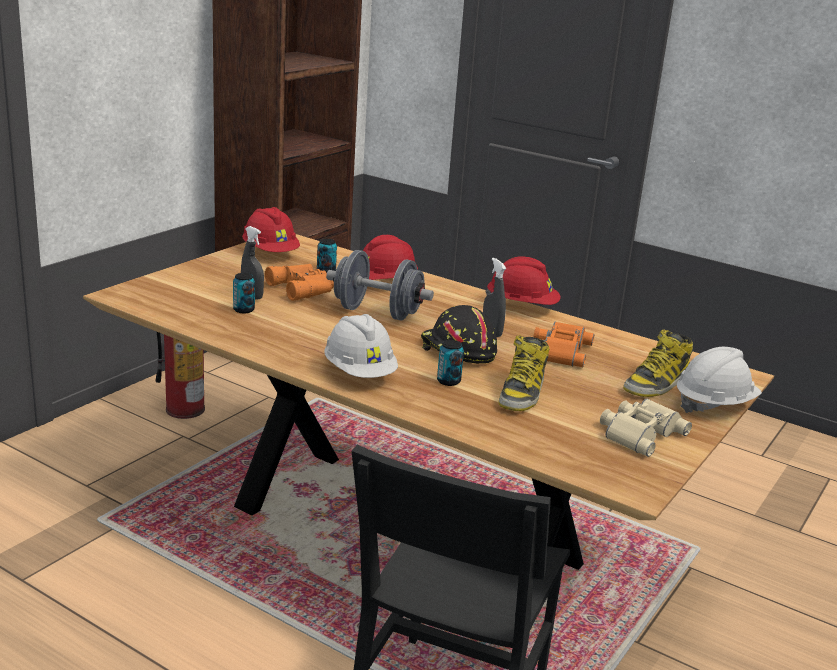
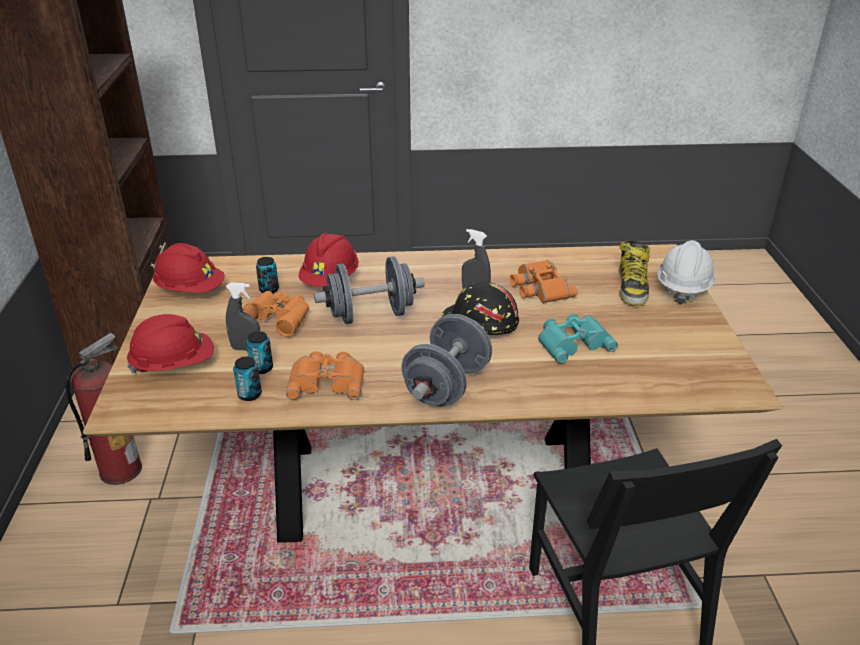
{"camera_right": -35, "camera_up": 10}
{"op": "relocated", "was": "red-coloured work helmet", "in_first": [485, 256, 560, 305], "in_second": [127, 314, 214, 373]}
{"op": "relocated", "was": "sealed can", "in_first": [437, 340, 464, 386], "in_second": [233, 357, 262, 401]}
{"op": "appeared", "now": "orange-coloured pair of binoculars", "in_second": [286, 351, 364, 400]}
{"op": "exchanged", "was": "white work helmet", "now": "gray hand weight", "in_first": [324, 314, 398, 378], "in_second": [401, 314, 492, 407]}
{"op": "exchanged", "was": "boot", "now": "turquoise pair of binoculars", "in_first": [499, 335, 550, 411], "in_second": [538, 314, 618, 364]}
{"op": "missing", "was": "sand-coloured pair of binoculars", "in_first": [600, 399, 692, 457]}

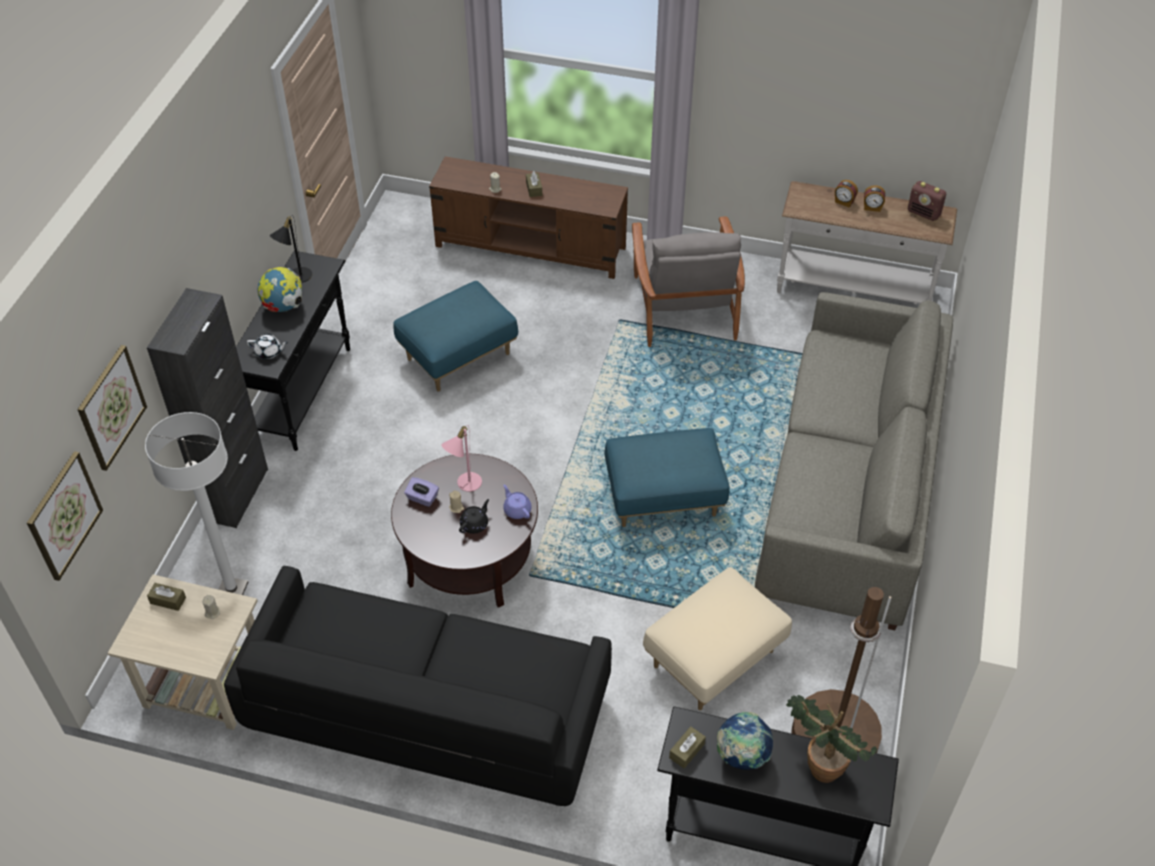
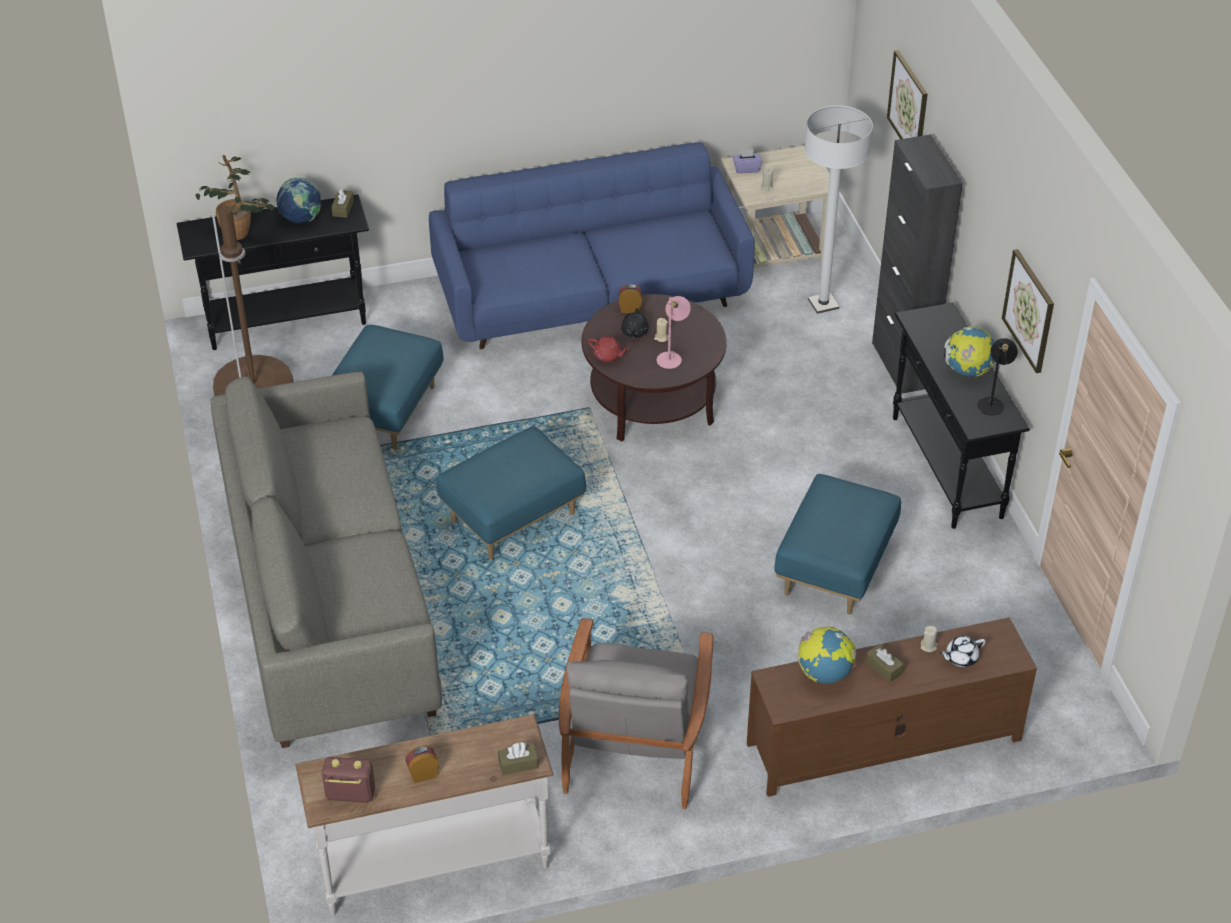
{"camera_right": 150, "camera_up": -5}
{"op": "colour", "was": "sand-coloured footrest", "now": "bluish footrest", "in_first": [643, 567, 792, 710], "in_second": [332, 325, 444, 450]}
{"op": "colour", "was": "black sofa", "now": "bluish sofa", "in_first": [224, 566, 612, 806], "in_second": [429, 142, 755, 349]}
{"op": "relocated", "was": "brown tissue holder", "in_first": [147, 583, 186, 611], "in_second": [498, 742, 539, 775]}
{"op": "spun", "was": "gray lounge chair", "in_first": [632, 217, 745, 347], "in_second": [559, 618, 713, 809], "clockwise": -135}
{"op": "colour", "was": "purple-coloured tea pot", "now": "red-coloured tea pot", "in_first": [503, 485, 532, 519], "in_second": [588, 336, 629, 362]}
{"op": "relocated", "was": "alarm clock", "in_first": [835, 180, 858, 208], "in_second": [619, 284, 642, 313]}
{"op": "relocated", "was": "purple-coloured tissue holder", "in_first": [404, 477, 439, 507], "in_second": [733, 149, 763, 174]}
{"op": "appeared", "now": "world globe", "in_second": [798, 626, 856, 684]}
{"op": "relocated", "was": "white tea pot", "in_first": [247, 334, 288, 359], "in_second": [939, 636, 985, 667]}
{"op": "relocated", "was": "wall art", "in_first": [27, 451, 103, 581], "in_second": [1002, 249, 1054, 373]}

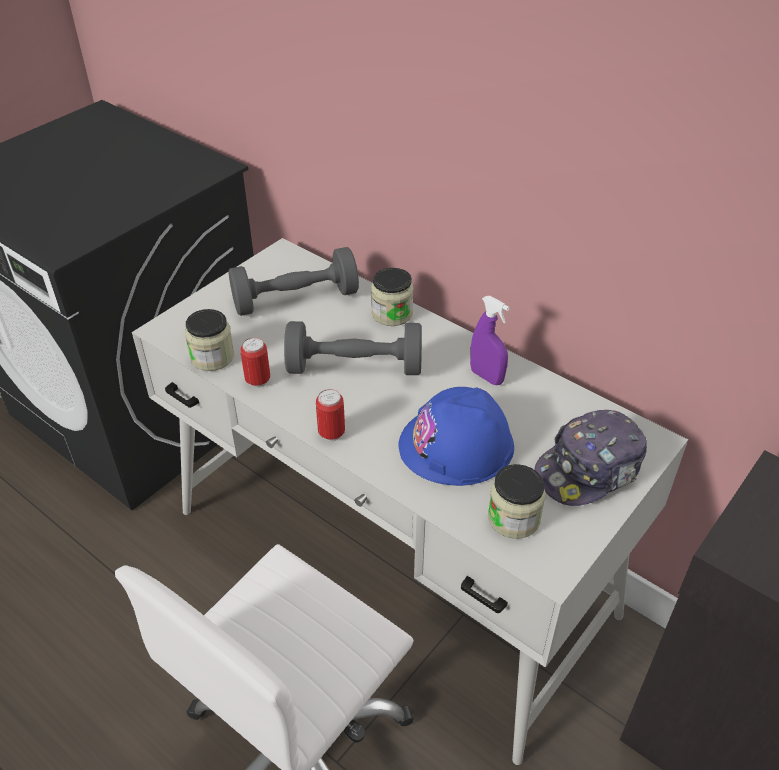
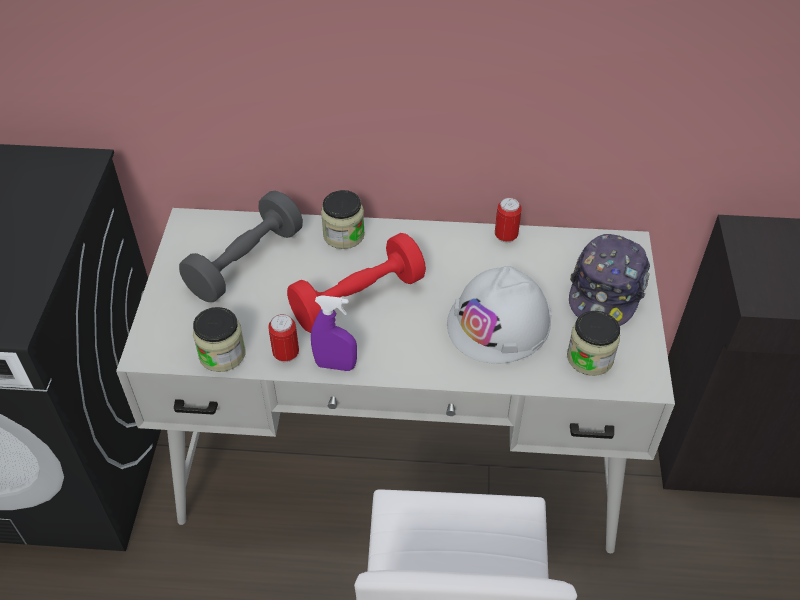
{"camera_right": -35, "camera_up": 5}
{"op": "colour", "was": "gray hand weight", "now": "red-coloured hand weight", "in_first": [284, 321, 422, 375], "in_second": [287, 233, 426, 333]}
{"op": "relocated", "was": "purple-coloured hand sprayer", "in_first": [470, 296, 510, 385], "in_second": [311, 295, 357, 371]}
{"op": "colour", "was": "bluish work helmet", "now": "white work helmet", "in_first": [398, 387, 514, 486], "in_second": [447, 266, 551, 364]}
{"op": "relocated", "was": "sealed can", "in_first": [316, 389, 345, 441], "in_second": [495, 197, 522, 243]}

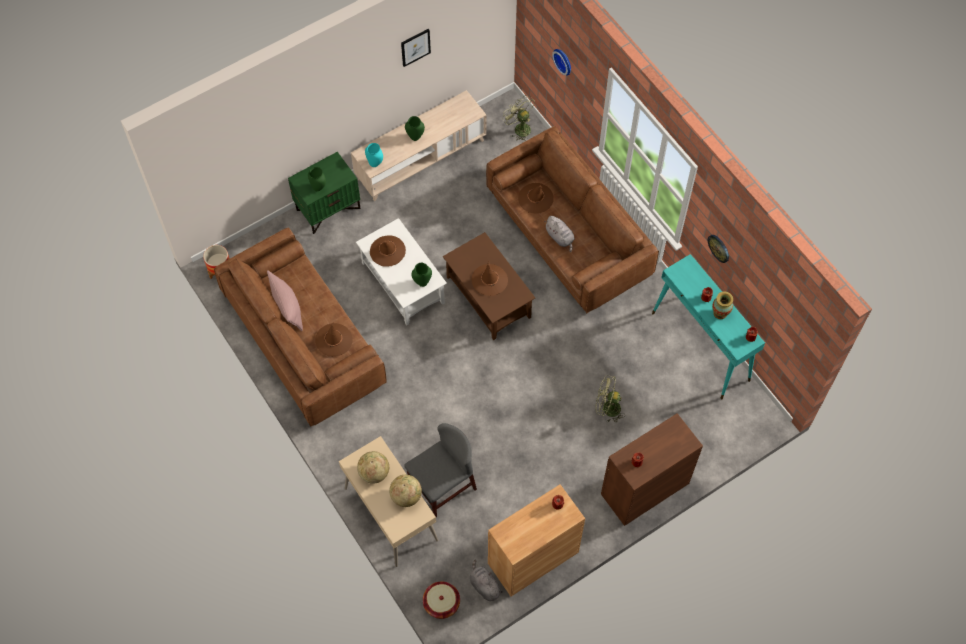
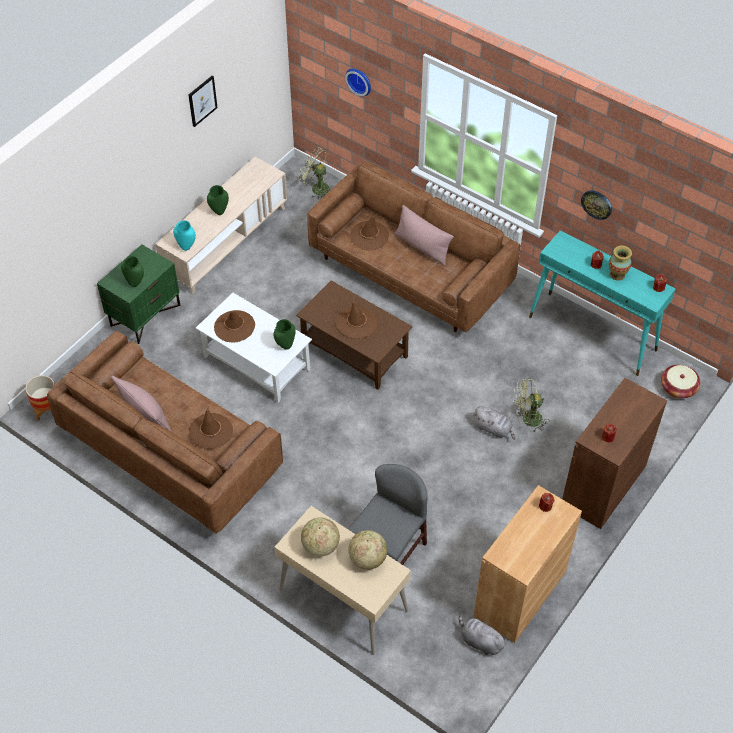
{"camera_right": -20, "camera_up": -10}
{"op": "appeared", "now": "pink-coloured cushion", "in_second": [395, 205, 454, 265]}
{"op": "relocated", "was": "gray cuddly toy", "in_first": [544, 216, 575, 252], "in_second": [473, 406, 515, 440]}
{"op": "relocated", "was": "household basket", "in_first": [423, 581, 460, 619], "in_second": [661, 365, 701, 399]}

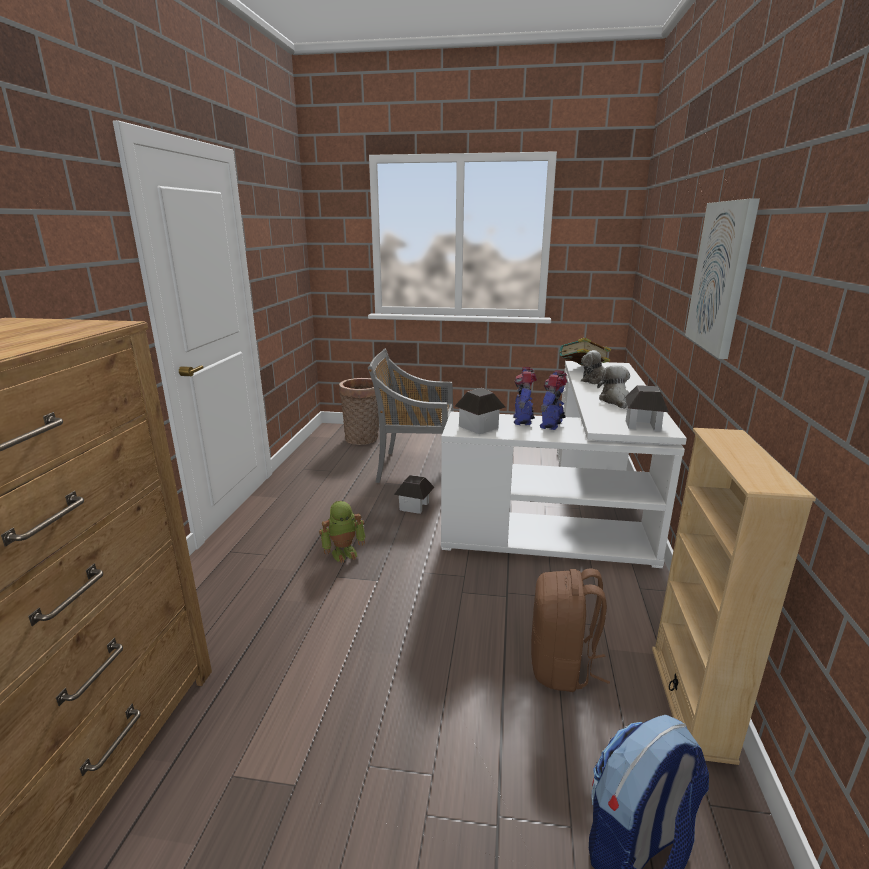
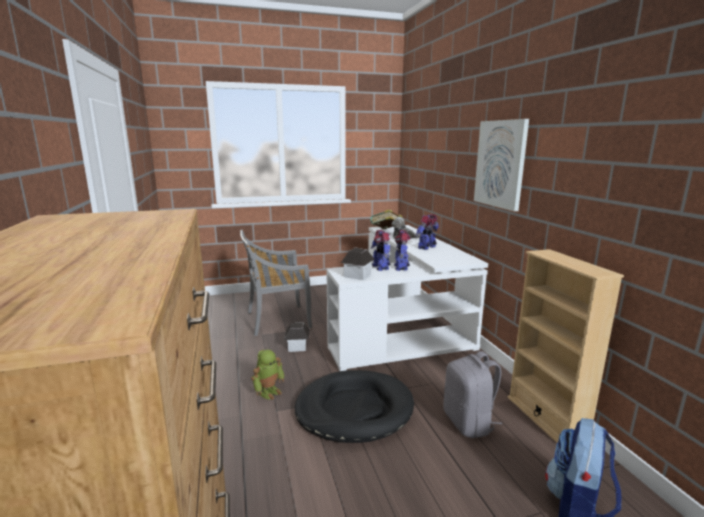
{"camera_right": -25, "camera_up": -5}
{"op": "appeared", "now": "black dog cushion", "in_second": [295, 370, 414, 443]}
{"op": "exchanged", "was": "cuddly toy", "now": "robot figure", "in_first": [597, 365, 630, 409], "in_second": [415, 214, 439, 250]}
{"op": "colour", "was": "brown backpack", "now": "gray backpack", "in_first": [531, 568, 610, 692], "in_second": [444, 351, 502, 438]}
{"op": "missing", "was": "household basket", "in_first": [339, 378, 379, 445]}
{"op": "missing", "was": "toy house", "in_first": [625, 385, 669, 431]}

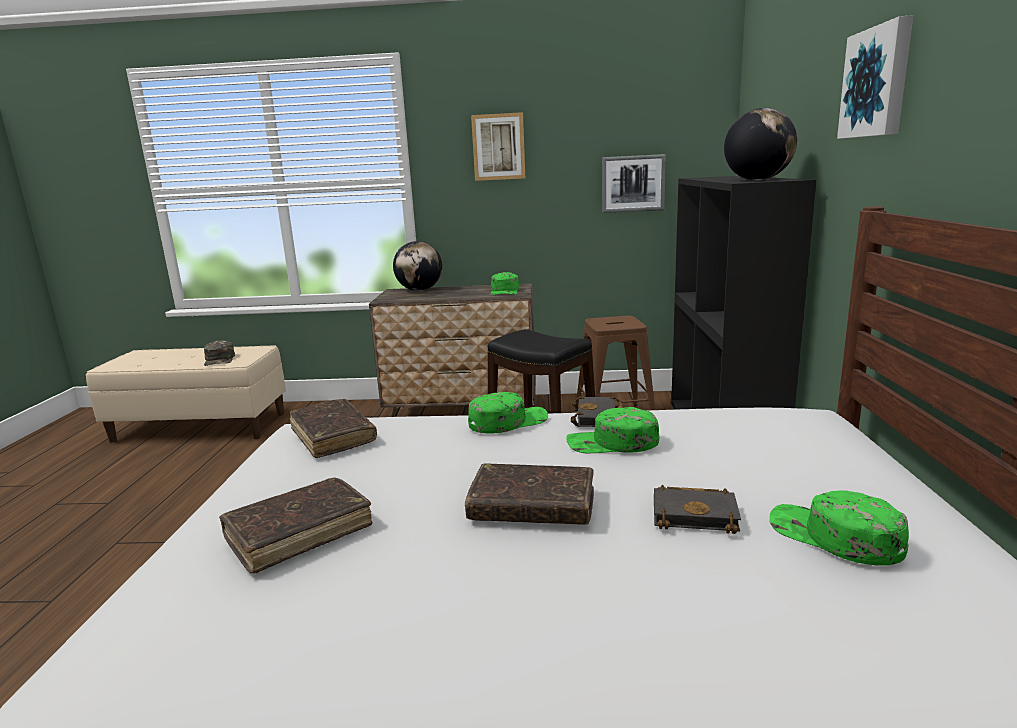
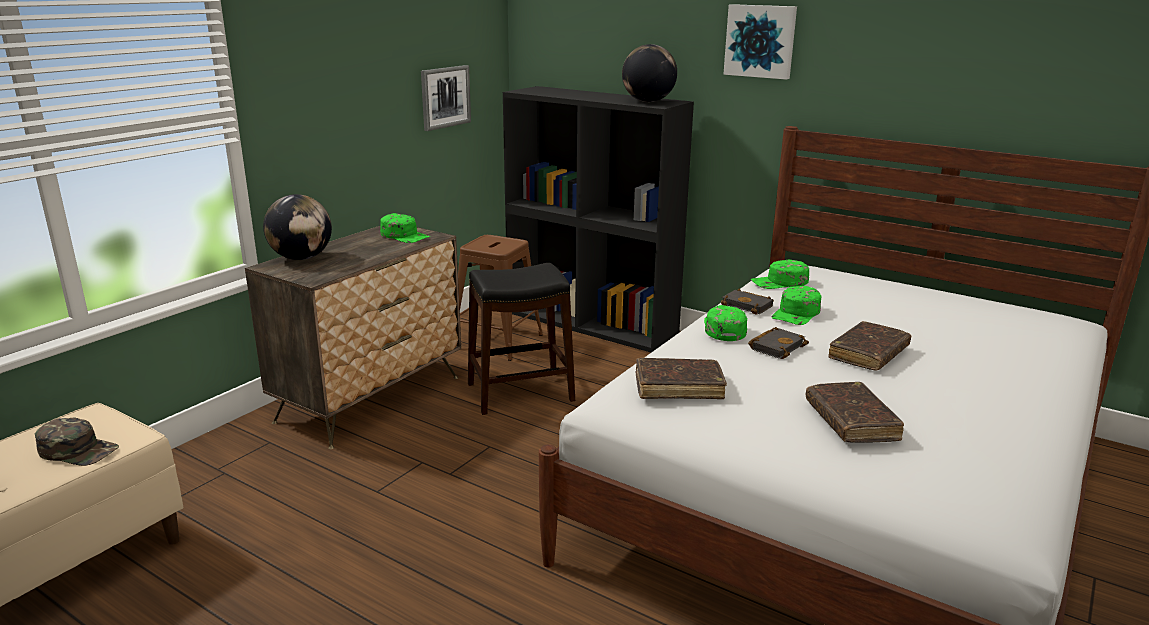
{"camera_right": -60, "camera_up": 5}
{"op": "relocated", "was": "black book", "in_first": [654, 485, 741, 534], "in_second": [748, 327, 809, 359]}
{"op": "relocated", "was": "green-coloured cap", "in_first": [770, 491, 909, 565], "in_second": [751, 260, 809, 289]}
{"op": "missing", "was": "wall art", "in_first": [471, 112, 525, 181]}

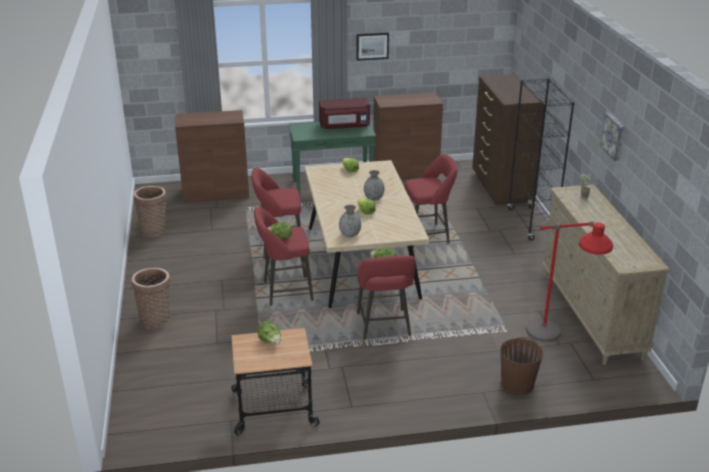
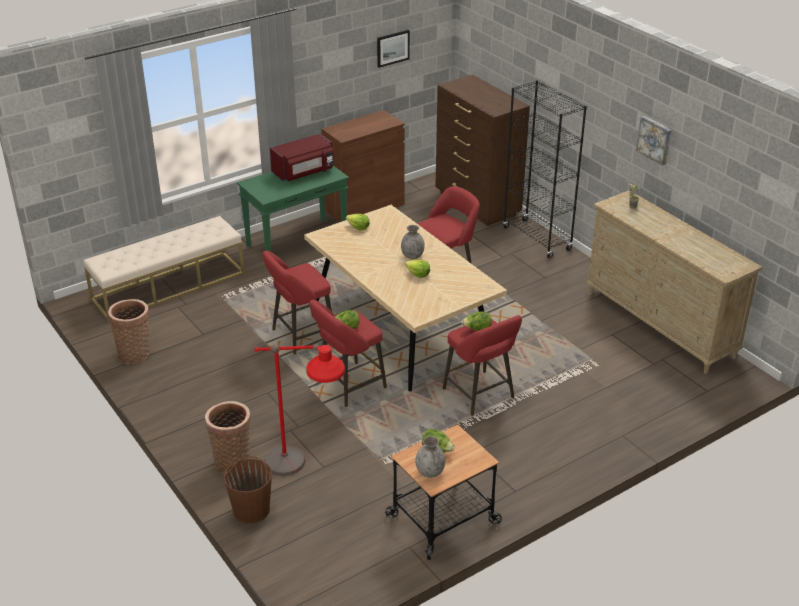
{"camera_right": -25, "camera_up": 5}
{"op": "exchanged", "was": "brown cabinet", "now": "sand-coloured bench", "in_first": [175, 110, 249, 203], "in_second": [83, 216, 245, 322]}
{"op": "relocated", "was": "brown pail", "in_first": [500, 337, 543, 395], "in_second": [224, 456, 272, 524]}
{"op": "relocated", "was": "red-coloured standard lamp", "in_first": [526, 221, 613, 342], "in_second": [254, 344, 345, 476]}
{"op": "relocated", "was": "wall art", "in_first": [357, 32, 389, 61], "in_second": [377, 30, 410, 68]}
{"op": "relocated", "was": "gray vase", "in_first": [339, 205, 361, 237], "in_second": [415, 436, 445, 478]}

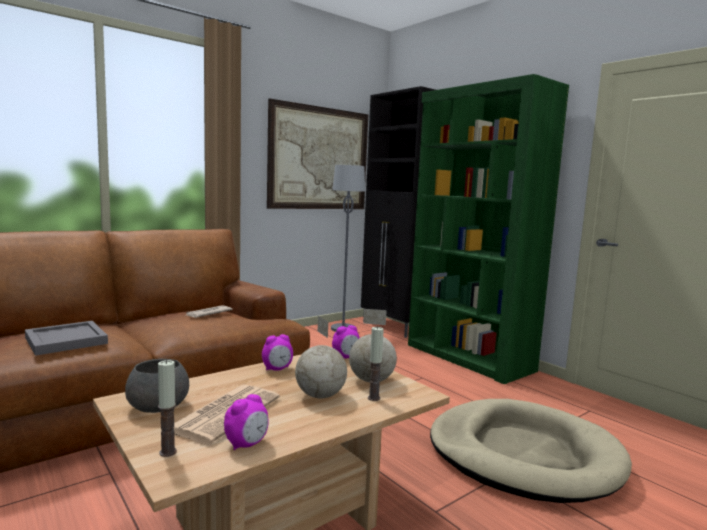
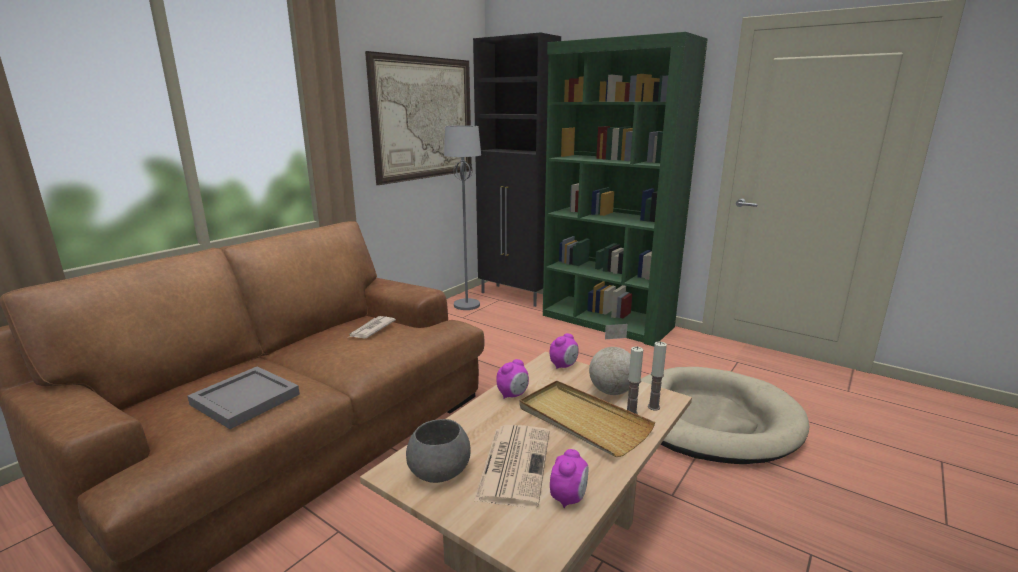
{"camera_right": -15, "camera_up": 10}
{"op": "exchanged", "was": "world globe", "now": "sand-coloured tray", "in_first": [295, 316, 347, 398], "in_second": [520, 381, 655, 457]}
{"op": "relocated", "was": "candle", "in_first": [158, 360, 177, 457], "in_second": [648, 341, 667, 411]}

